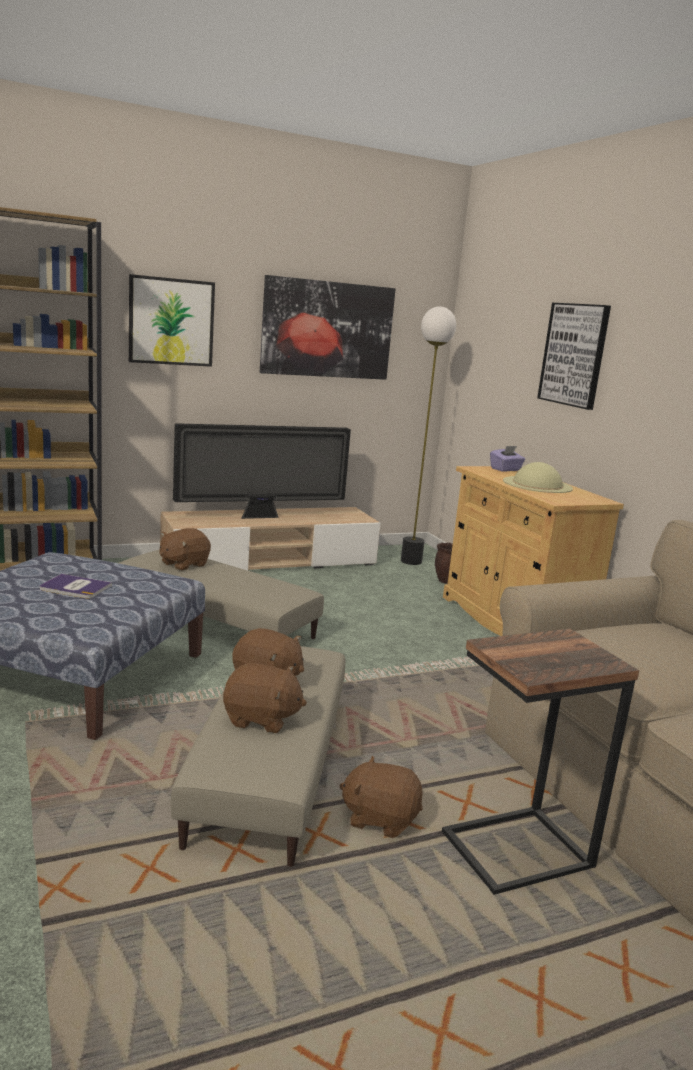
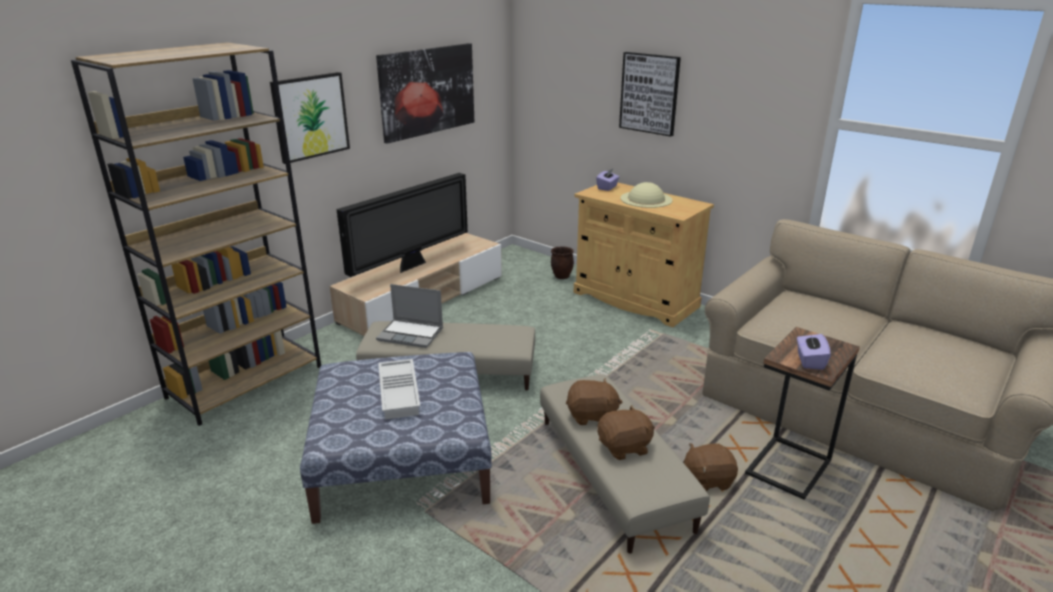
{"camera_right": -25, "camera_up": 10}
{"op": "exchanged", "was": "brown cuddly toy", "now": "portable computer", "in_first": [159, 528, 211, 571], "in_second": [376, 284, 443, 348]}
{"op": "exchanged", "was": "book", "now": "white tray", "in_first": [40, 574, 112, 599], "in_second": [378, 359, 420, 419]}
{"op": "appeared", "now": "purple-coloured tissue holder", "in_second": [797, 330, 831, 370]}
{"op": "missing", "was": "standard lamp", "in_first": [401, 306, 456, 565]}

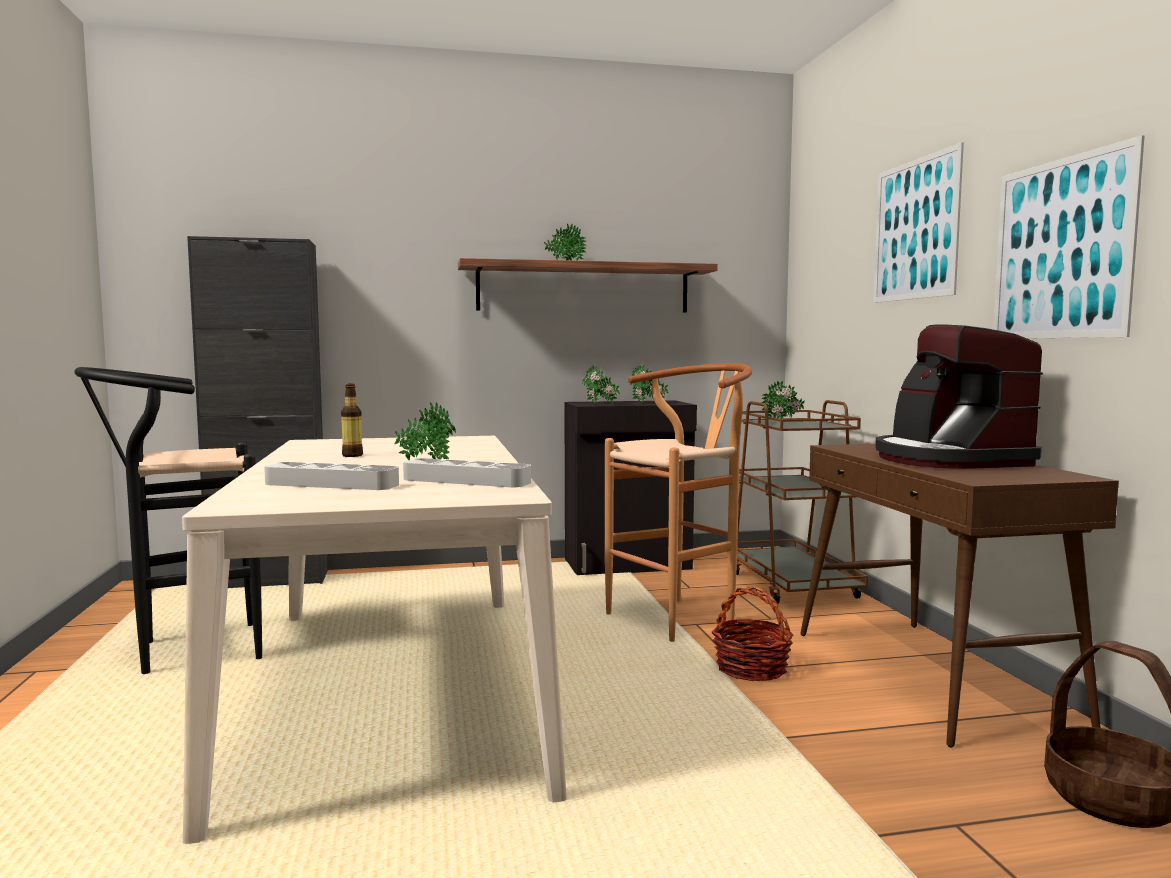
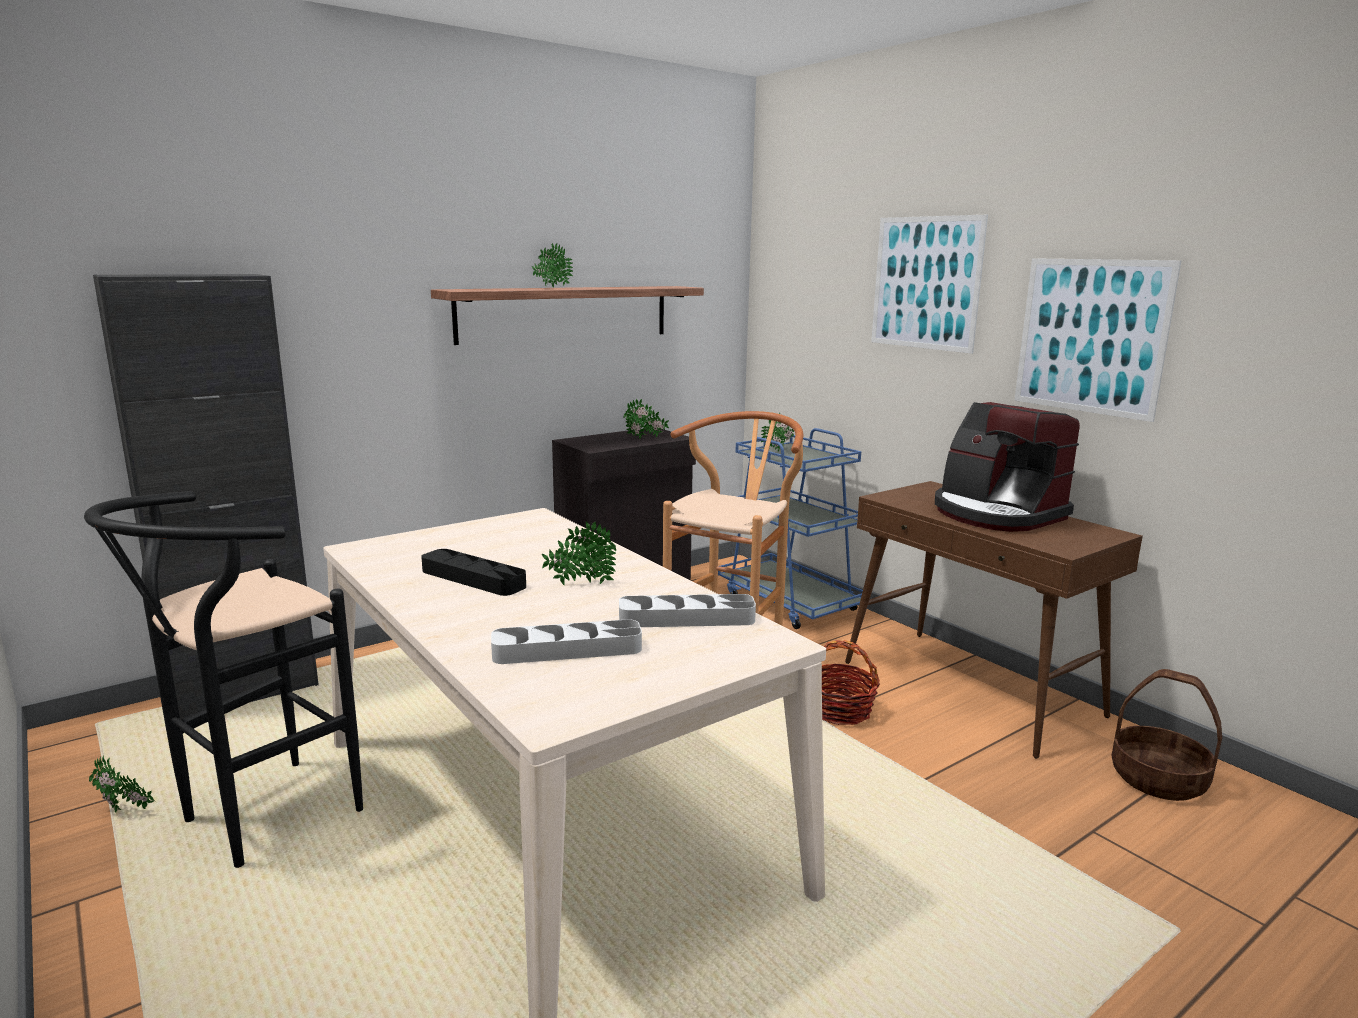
{"camera_right": -25, "camera_up": 10}
{"op": "relocated", "was": "potted plant", "in_first": [582, 364, 620, 404], "in_second": [89, 756, 155, 813]}
{"op": "exchanged", "was": "drink bottle", "now": "black tray", "in_first": [341, 384, 363, 457], "in_second": [421, 549, 526, 596]}
{"op": "colour", "was": "brown cart", "now": "bluish cart", "in_first": [727, 400, 868, 604], "in_second": [718, 428, 863, 629]}

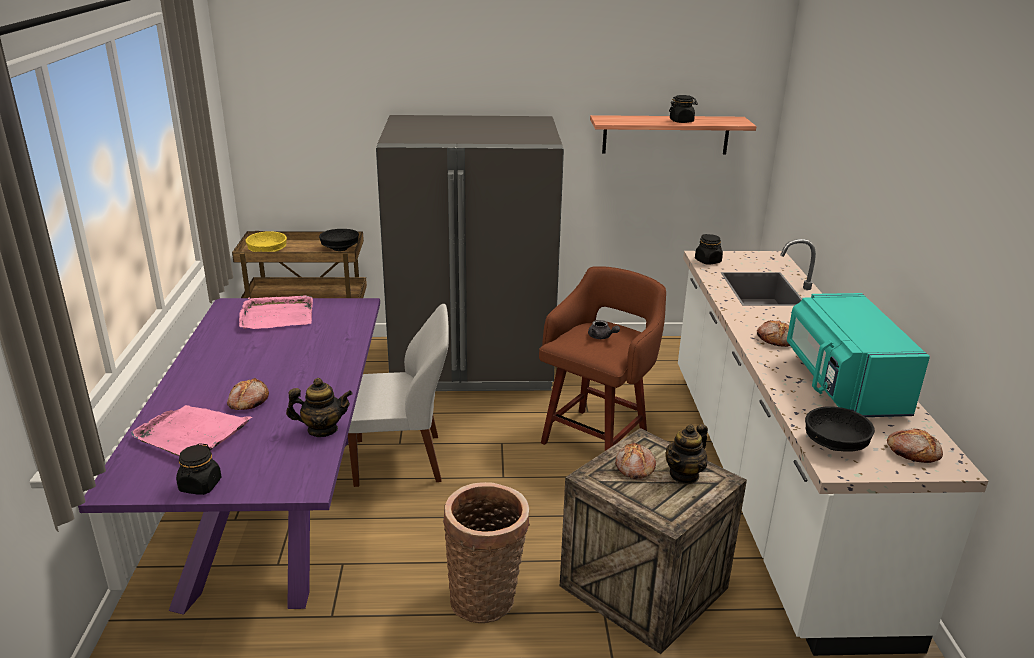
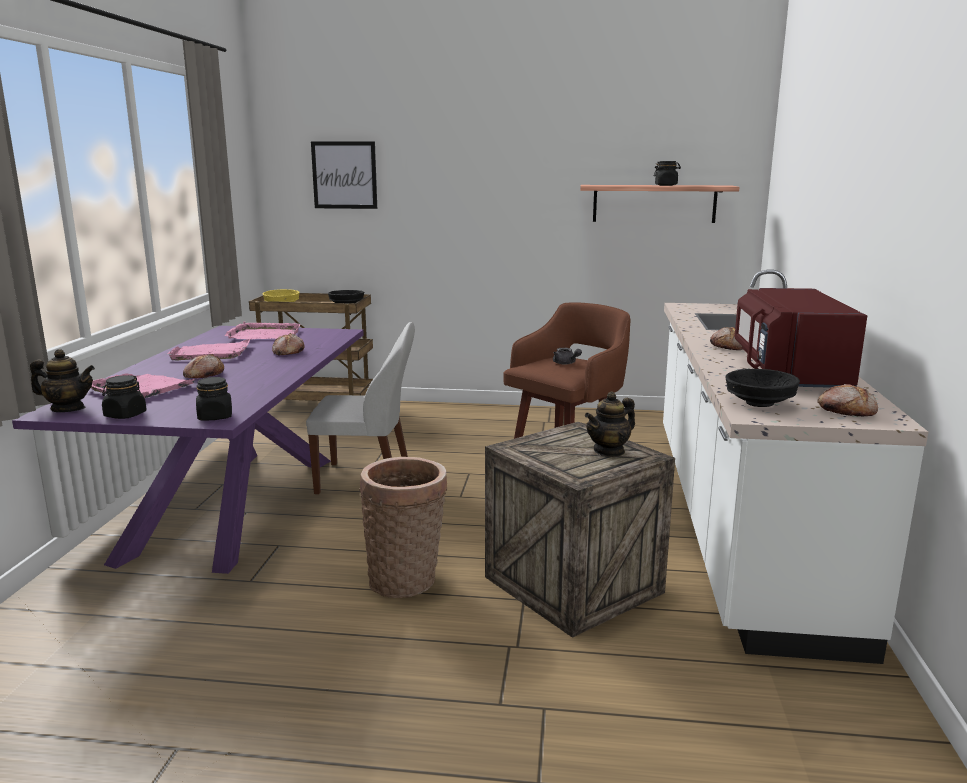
{"camera_right": 10, "camera_up": -10}
{"op": "relocated", "was": "tea pot", "in_first": [286, 378, 353, 437], "in_second": [30, 349, 95, 412]}
{"op": "appeared", "now": "pink-coloured tray", "in_second": [167, 339, 250, 360]}
{"op": "relocated", "was": "black preserve jar", "in_first": [695, 234, 723, 265], "in_second": [196, 377, 232, 420]}
{"op": "relocated", "was": "bakery bread", "in_first": [615, 442, 656, 479], "in_second": [272, 333, 304, 356]}
{"op": "appeared", "now": "wall art", "in_second": [311, 141, 377, 209]}
{"op": "colour", "was": "turquoise microwave oven", "now": "red-coloured microwave oven", "in_first": [787, 293, 930, 417], "in_second": [735, 288, 867, 388]}
{"op": "missing", "was": "gray refrigerator", "in_first": [376, 115, 564, 391]}

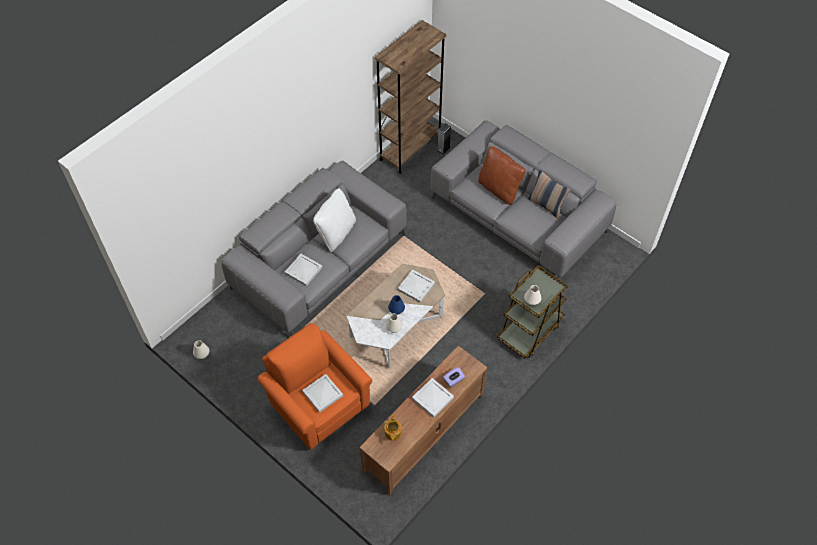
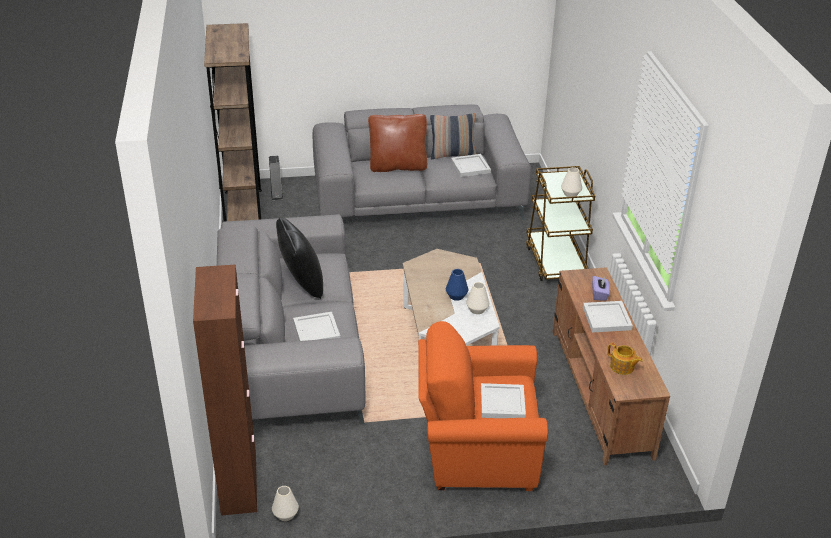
{"camera_right": -50, "camera_up": -20}
{"op": "appeared", "now": "brown cabinet", "in_second": [193, 264, 257, 516]}
{"op": "colour", "was": "white cushion", "now": "black cushion", "in_first": [313, 188, 356, 252], "in_second": [276, 217, 323, 298]}
{"op": "relocated", "was": "white tray", "in_first": [397, 269, 435, 303], "in_second": [451, 154, 491, 177]}

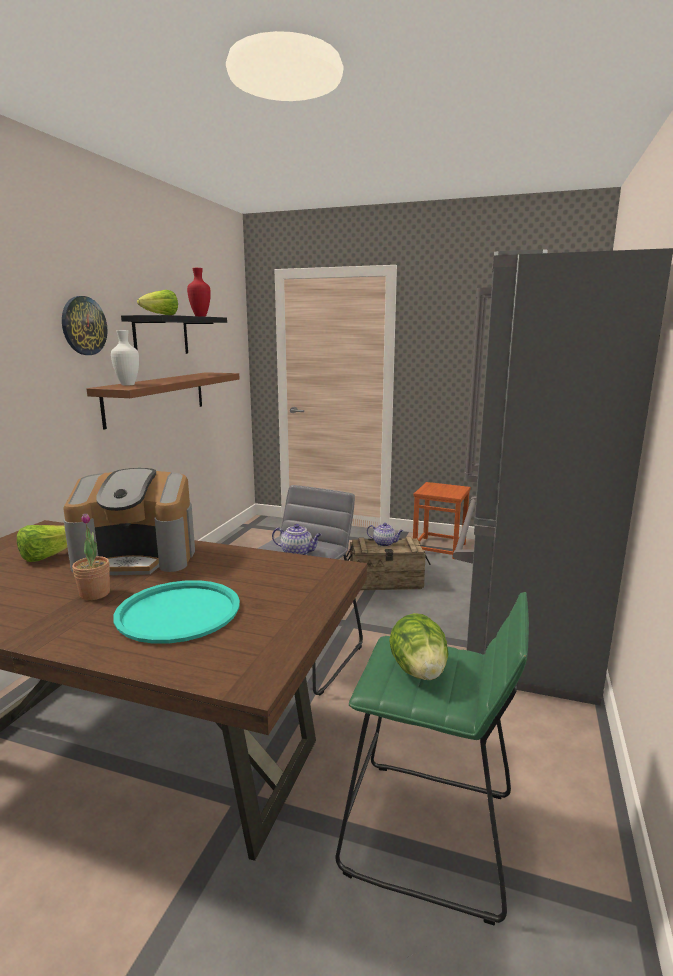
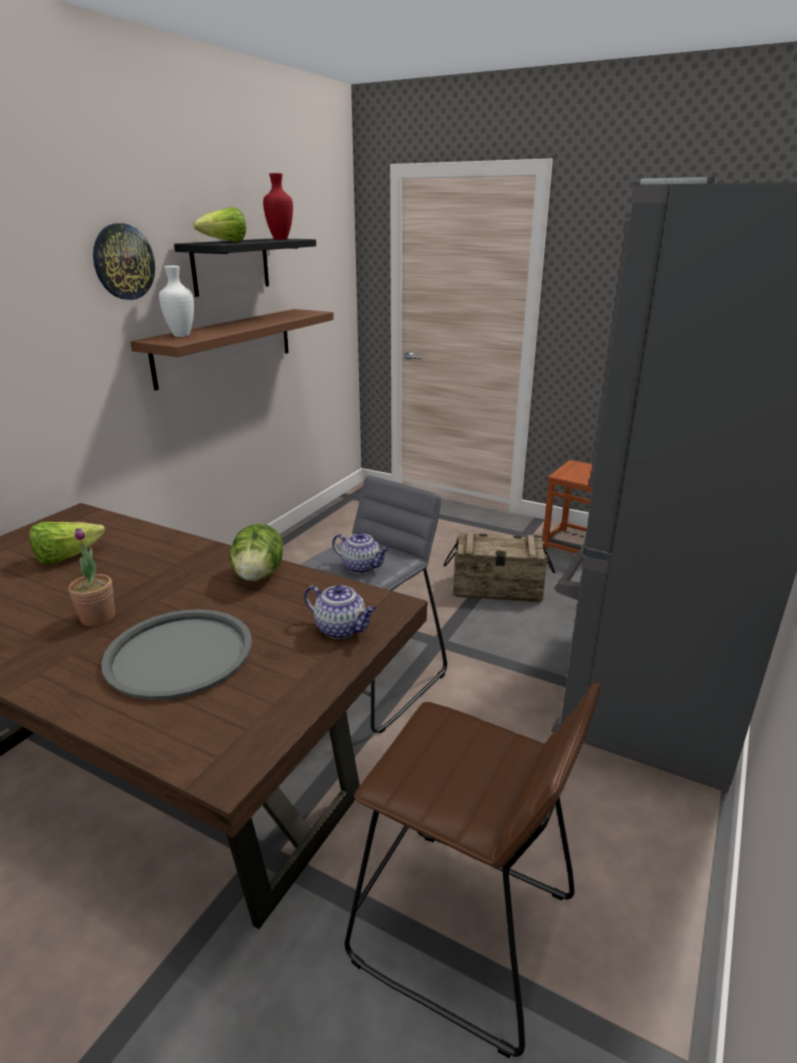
{"camera_right": 10, "camera_up": 10}
{"op": "colour", "was": "turquoise tray", "now": "gray tray", "in_first": [113, 580, 240, 644], "in_second": [101, 609, 252, 700]}
{"op": "relocated", "was": "lettuce", "in_first": [389, 613, 448, 680], "in_second": [229, 524, 283, 581]}
{"op": "relocated", "was": "tea pot", "in_first": [367, 523, 403, 546], "in_second": [304, 585, 377, 639]}
{"op": "colour", "was": "green-coloured sitting stool", "now": "brown sitting stool", "in_first": [335, 592, 529, 926], "in_second": [344, 682, 601, 1058]}
{"op": "missing", "was": "coffee brewer", "in_first": [63, 468, 195, 575]}

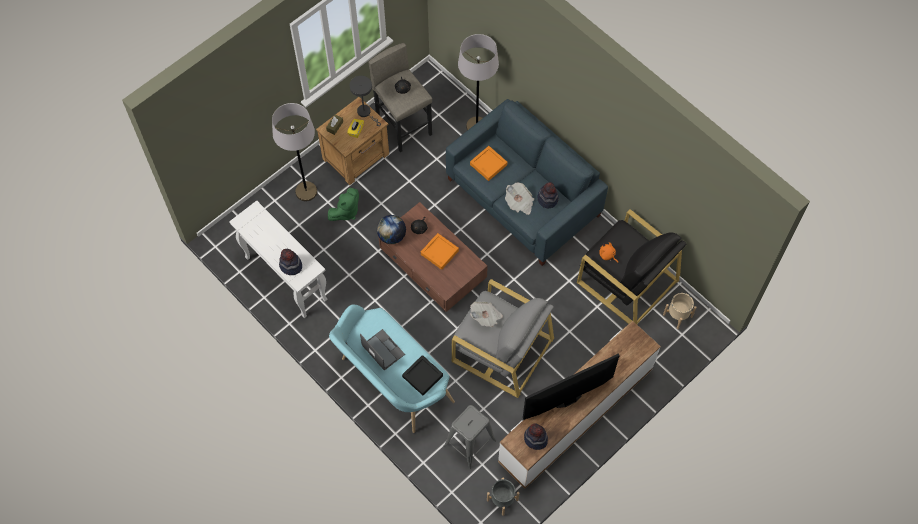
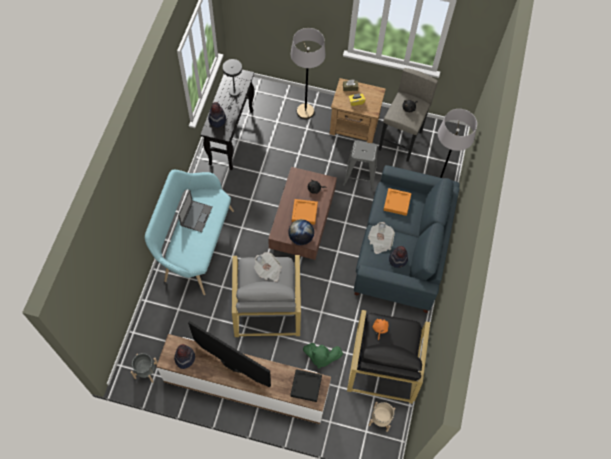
{"camera_right": 55, "camera_up": 0}
{"op": "colour", "was": "white hall table", "now": "black hall table", "in_first": [229, 201, 327, 318], "in_second": [200, 70, 255, 170]}
{"op": "relocated", "was": "gray lamp for a table", "in_first": [350, 76, 381, 126], "in_second": [223, 59, 242, 108]}
{"op": "relocated", "was": "world globe", "in_first": [377, 215, 406, 244], "in_second": [288, 219, 314, 245]}
{"op": "relocated", "was": "black tray", "in_first": [402, 355, 443, 395], "in_second": [290, 369, 322, 402]}
{"op": "relocated", "was": "green-coloured cuddly toy", "in_first": [328, 188, 359, 221], "in_second": [303, 343, 343, 368]}
{"op": "relocated", "was": "gray sitting stool", "in_first": [443, 405, 497, 469], "in_second": [343, 141, 377, 190]}

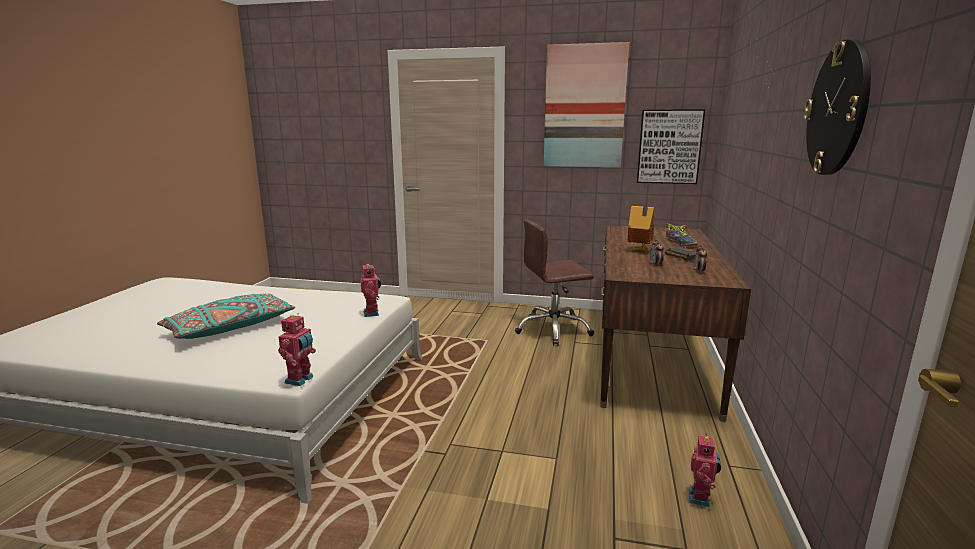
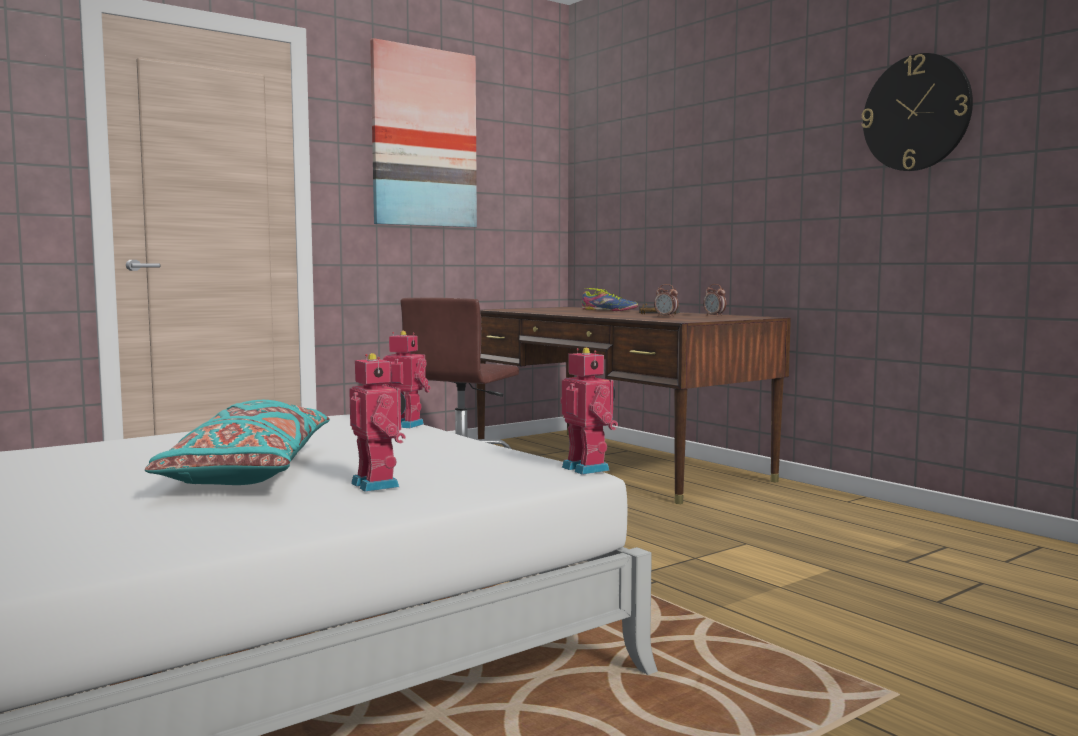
{"camera_right": -50, "camera_up": -10}
{"op": "relocated", "was": "robot figure", "in_first": [689, 433, 721, 507], "in_second": [349, 353, 406, 492]}
{"op": "missing", "was": "toy house", "in_first": [627, 205, 655, 252]}
{"op": "missing", "was": "wall art", "in_first": [637, 109, 705, 184]}

